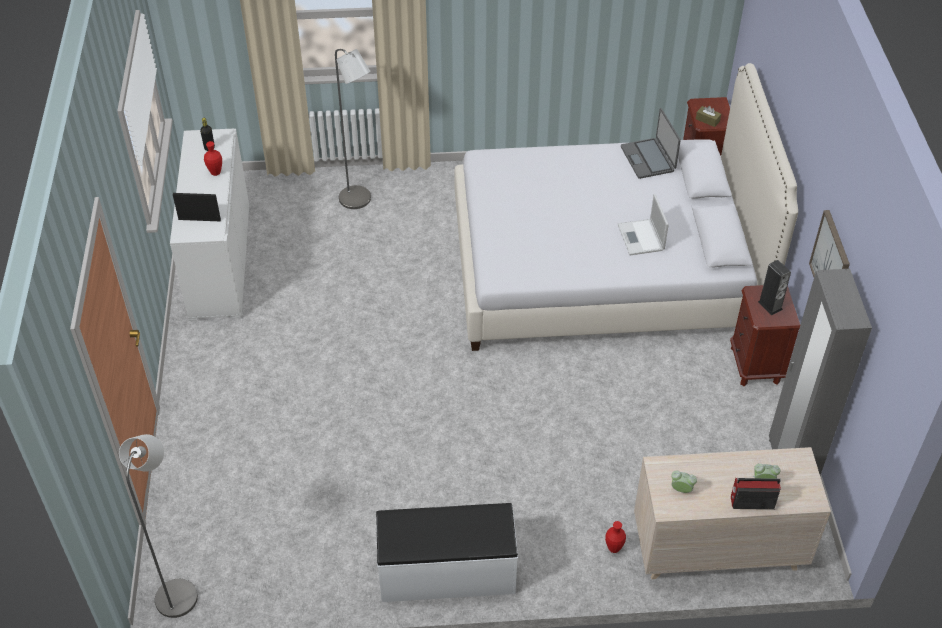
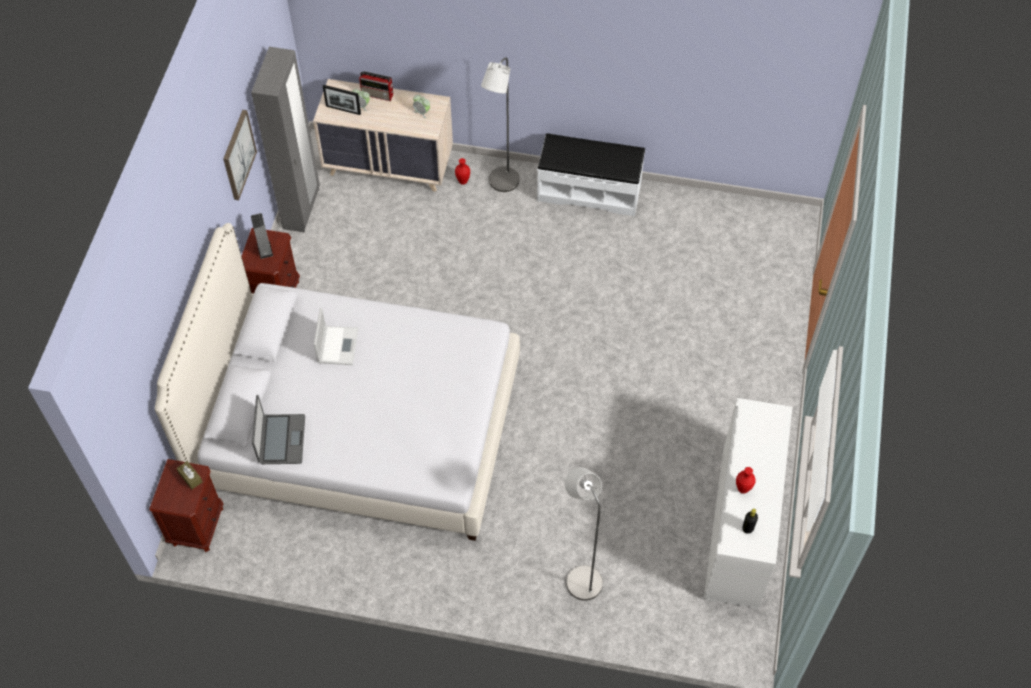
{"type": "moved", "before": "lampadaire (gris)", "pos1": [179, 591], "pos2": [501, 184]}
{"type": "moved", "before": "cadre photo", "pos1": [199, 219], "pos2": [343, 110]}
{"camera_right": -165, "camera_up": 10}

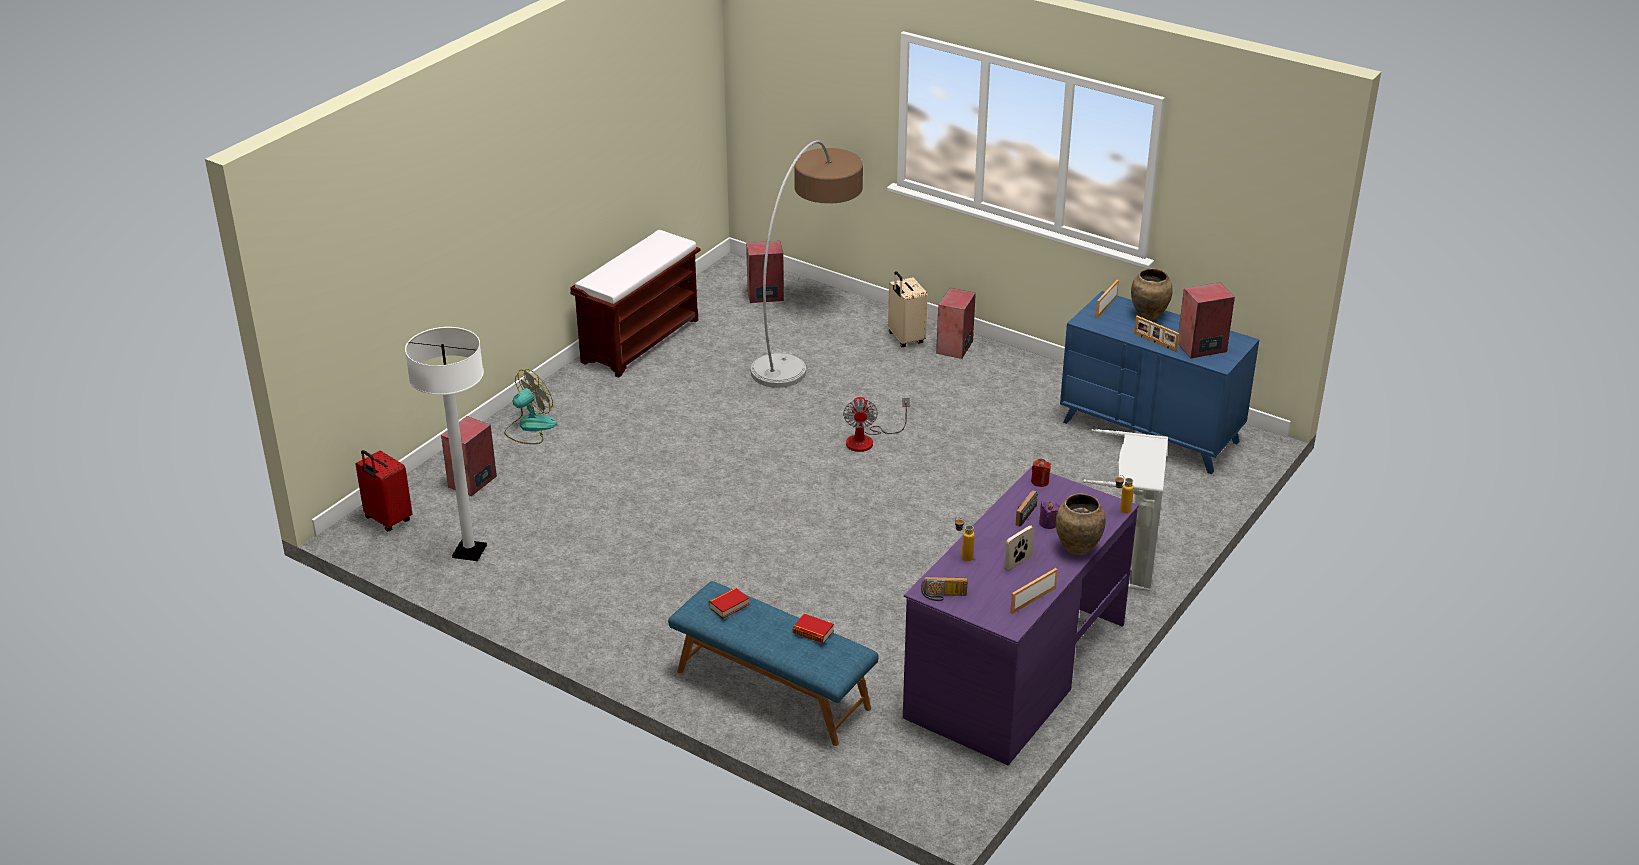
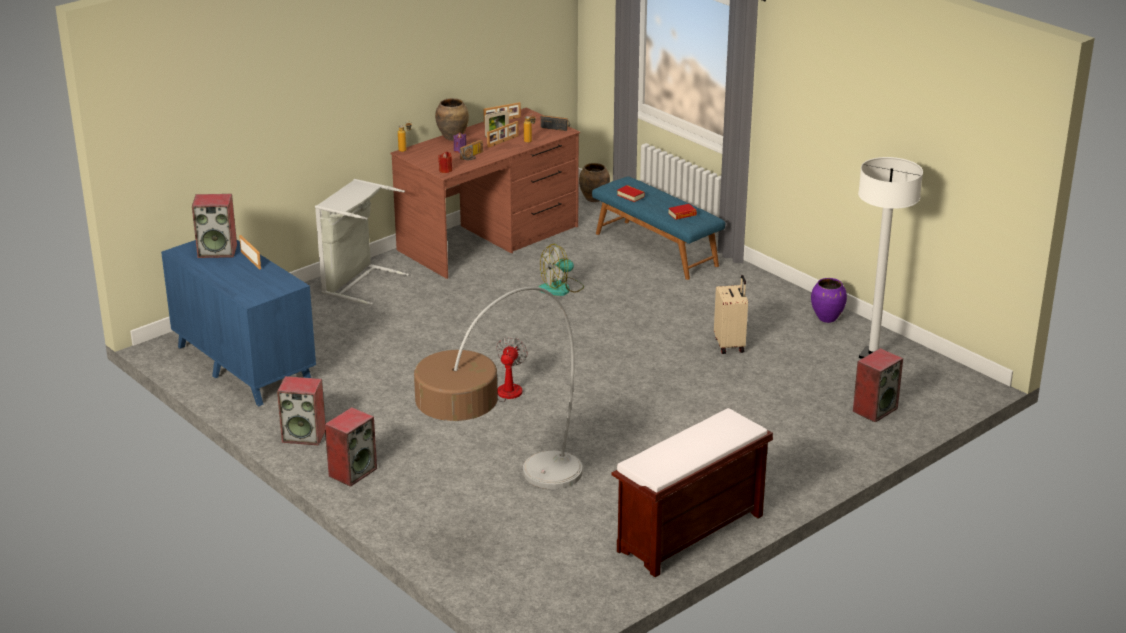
{"type": "removed", "before": "valise (rouge)", "pos1": [387, 520]}
{"type": "added", "after": "vase (violet)", "pos2": [827, 318]}
{"type": "moved", "before": "ventilateur", "pos1": [530, 427], "pos2": [561, 288]}
{"type": "moved", "before": "enceinte", "pos1": [765, 295], "pos2": [304, 435]}
{"type": "moved", "before": "valise (beige)", "pos1": [905, 339], "pos2": [730, 345]}
{"type": "moved", "before": "cadre photo", "pos1": [1105, 307], "pos2": [503, 141]}
{"type": "moved", "before": "vase (marron)", "pos1": [1149, 315], "pos2": [594, 199]}
{"type": "recoloured", "before": "bureau (violet)", "after": "bureau (marron)", "pos1": [1015, 670], "pos2": [489, 238]}
{"camera_right": -165, "camera_up": -5}

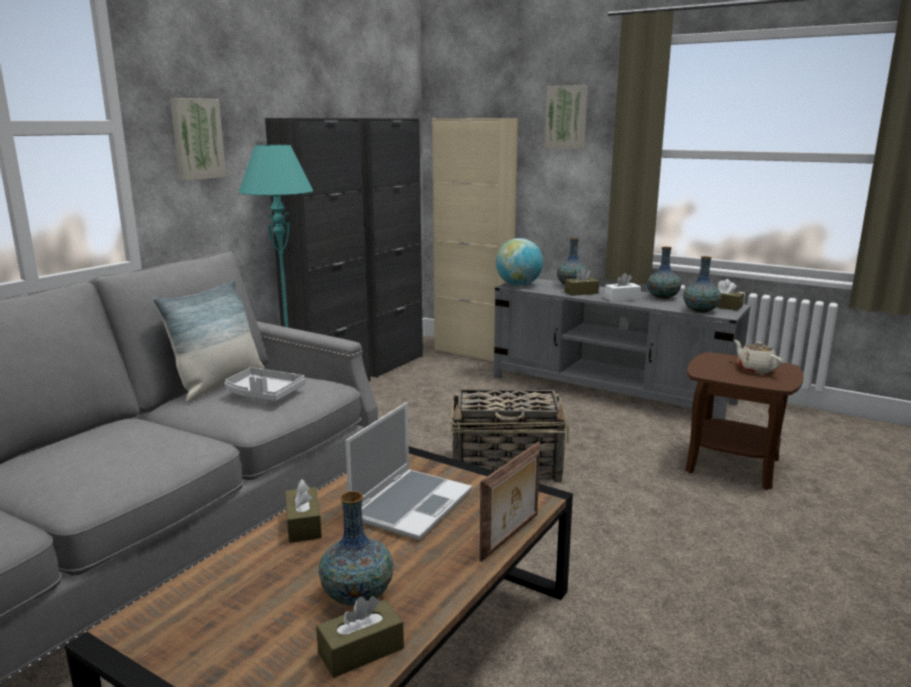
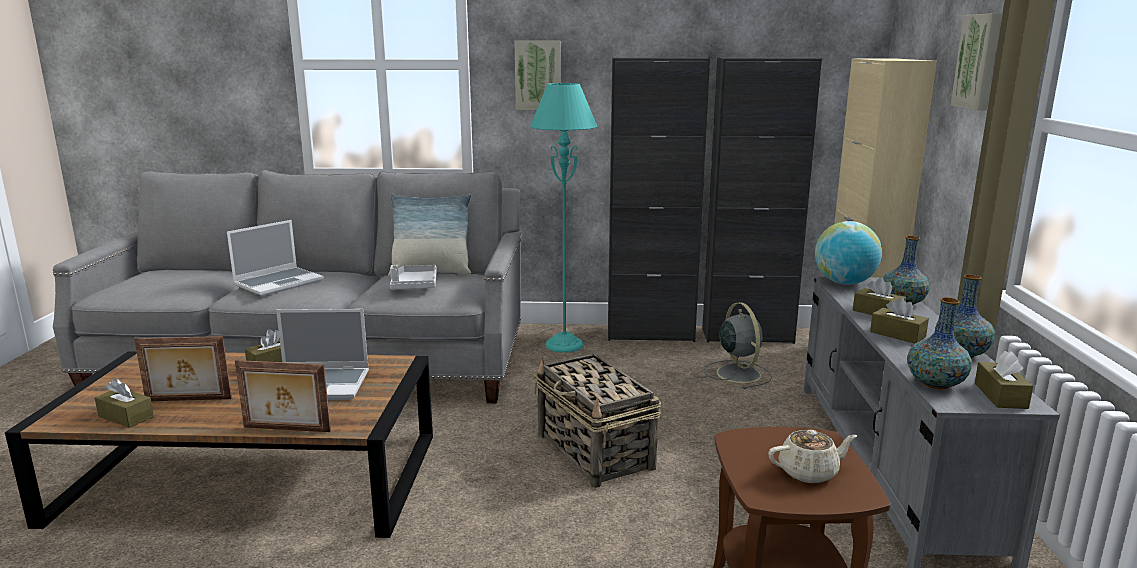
{"type": "added", "after": "ordinateur portable", "pos2": [279, 283]}
{"type": "added", "after": "ventilateur (gris)", "pos2": [737, 373]}
{"type": "replaced", "before": "vase", "after": "cadre photo", "pos1": [357, 595], "pos2": [188, 400]}
{"type": "recoloured", "before": "boîte à mouchoirs (blanc)", "after": "boîte à mouchoirs (marron)", "pos1": [622, 298], "pos2": [897, 334]}
{"type": "turned", "before": "théière (beige)", "pos1": [755, 369], "pos2": [809, 472], "turn": 45}
{"camera_right": 60, "camera_up": 0}

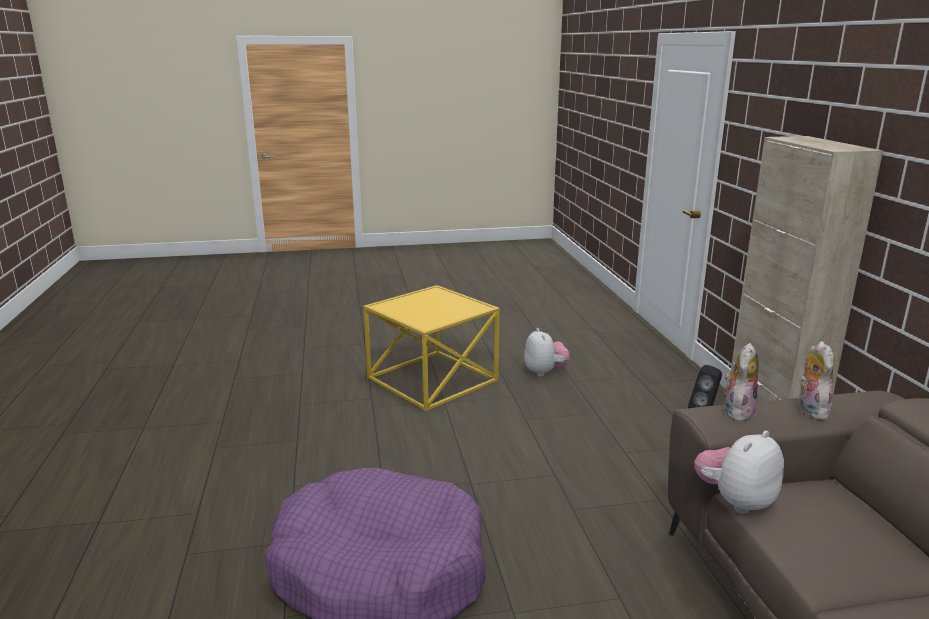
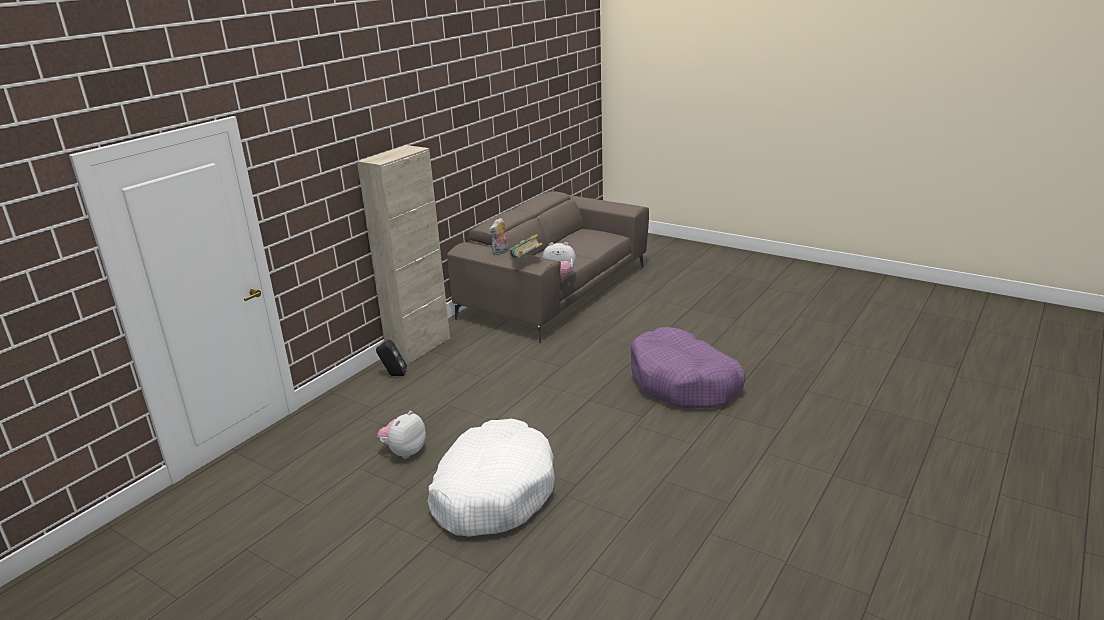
{"type": "replaced", "before": "table d'appoint (jaune)", "after": "panier pour chien (blanc)", "pos1": [431, 379], "pos2": [493, 492]}
{"type": "replaced", "before": "peluche", "after": "livre", "pos1": [737, 411], "pos2": [526, 260]}
{"camera_right": -135, "camera_up": 5}

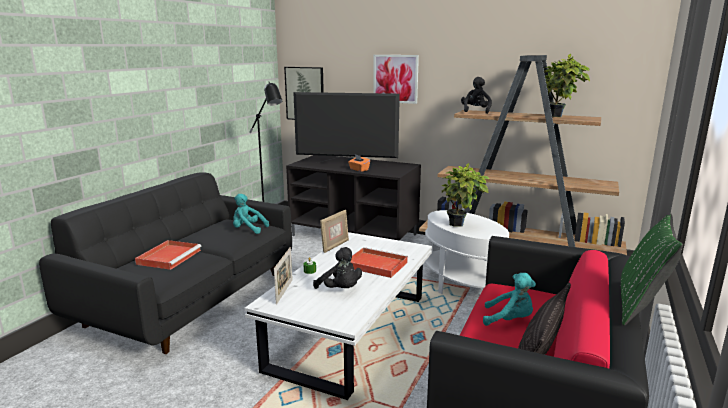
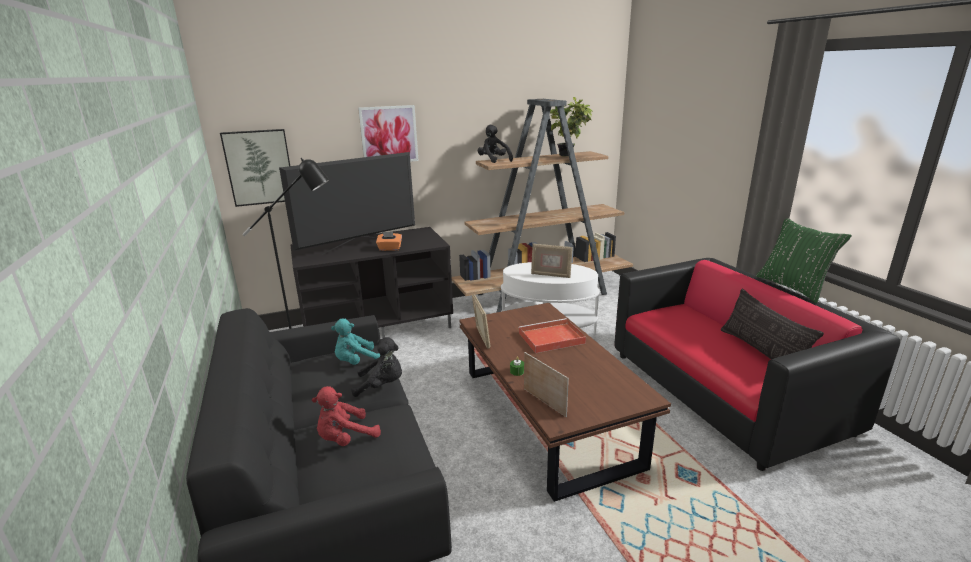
{"type": "removed", "before": "peluche (turquoise)", "pos1": [509, 320]}
{"type": "moved", "before": "peluche (noir)", "pos1": [340, 290], "pos2": [382, 385]}
{"type": "replaced", "before": "plateau (rouge)", "after": "peluche (rouge)", "pos1": [169, 256], "pos2": [345, 438]}
{"type": "replaced", "before": "plante en pot", "after": "cadre photo", "pos1": [460, 225], "pos2": [550, 275]}
{"type": "recoloured", "before": "table basse (blanc)", "after": "table basse (marron)", "pos1": [351, 331], "pos2": [547, 415]}
{"camera_right": -45, "camera_up": 5}

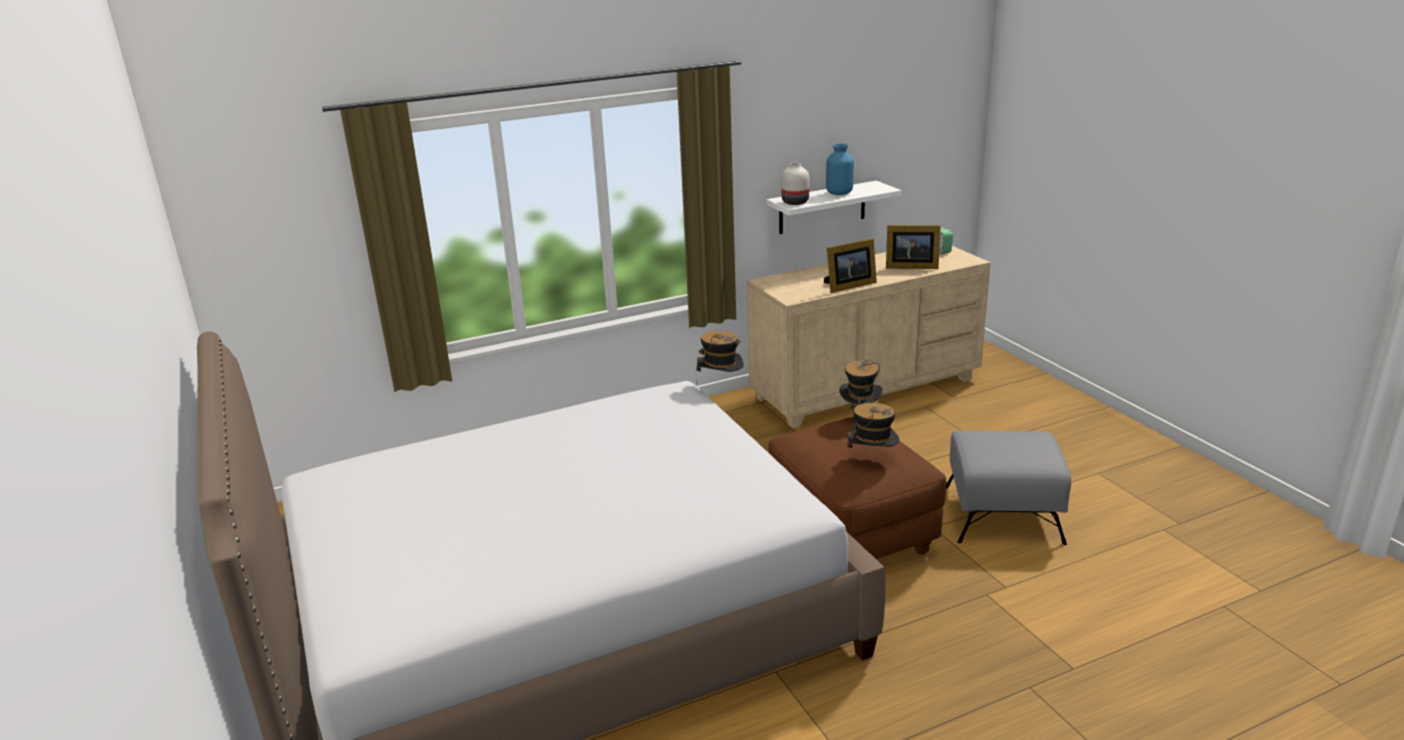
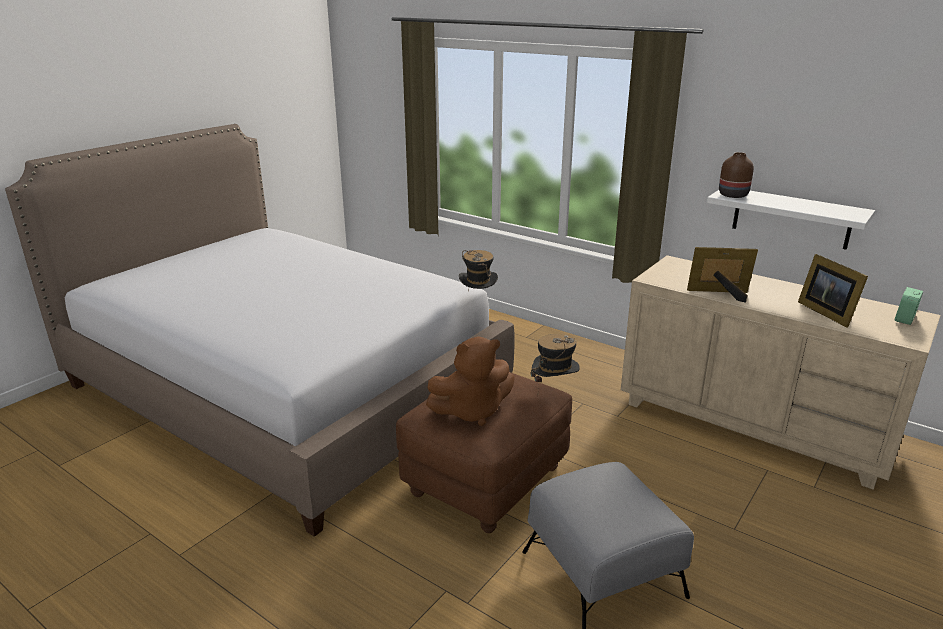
{"type": "removed", "before": "vase (bleu)", "pos1": [839, 193]}
{"type": "replaced", "before": "chapeau", "after": "peluche (marron)", "pos1": [872, 459], "pos2": [472, 411]}
{"type": "recoloured", "before": "vase (blanc)", "after": "vase (marron)", "pos1": [794, 202], "pos2": [732, 195]}
{"type": "turned", "before": "cadre photo", "pos1": [848, 285], "pos2": [720, 294], "turn": 150}
{"camera_right": 60, "camera_up": 0}

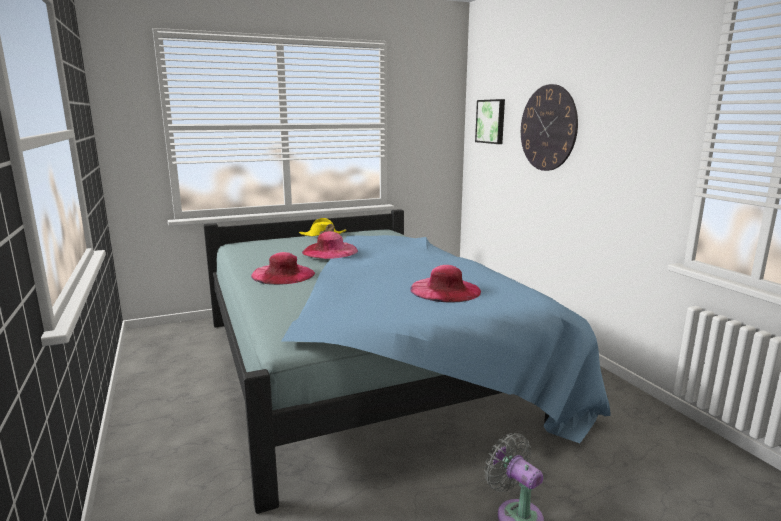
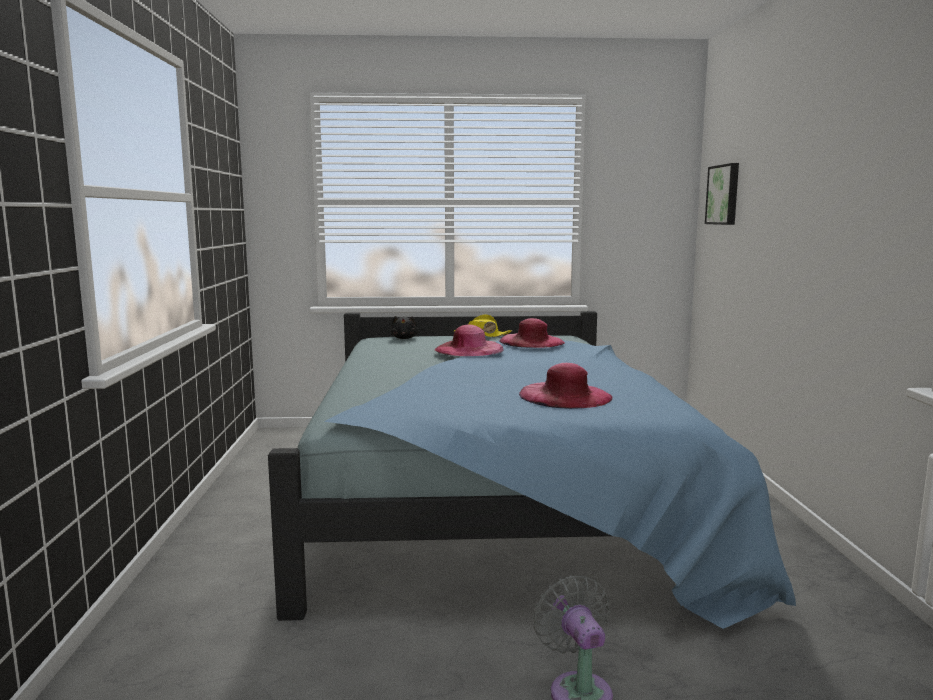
{"type": "removed", "before": "horloge murale", "pos1": [548, 128]}
{"type": "added", "after": "peluche (noir)", "pos2": [404, 338]}
{"type": "moved", "before": "chapeau (rose)", "pos1": [283, 274], "pos2": [531, 341]}
{"camera_right": 20, "camera_up": -5}

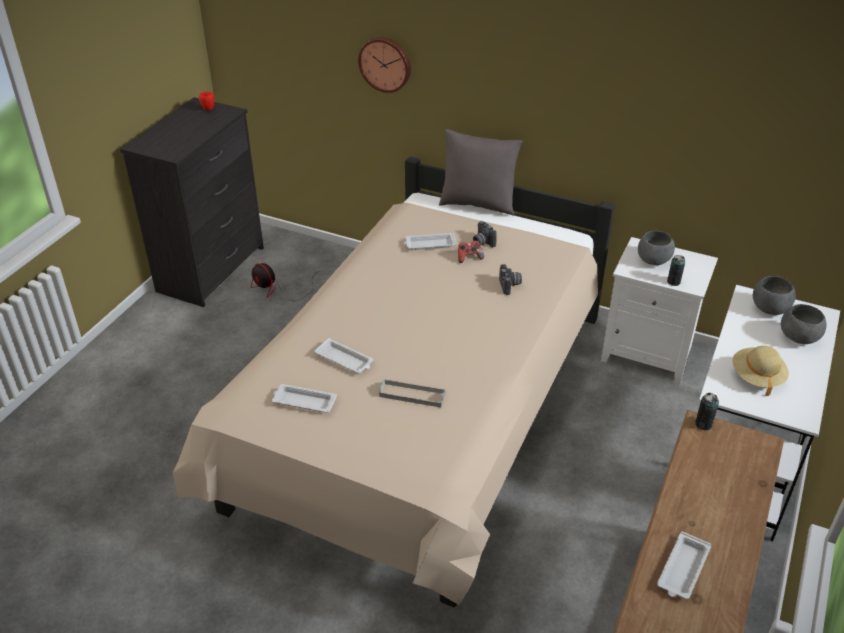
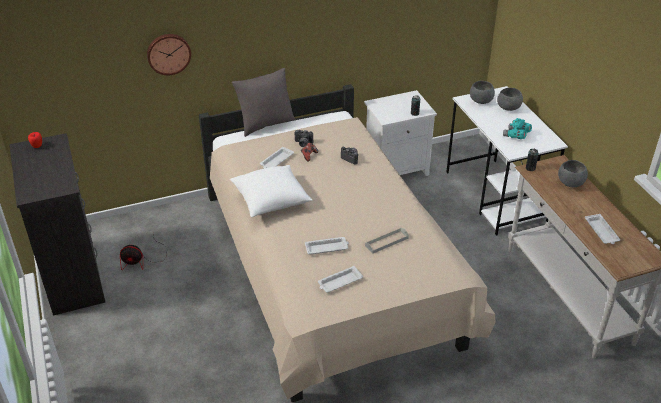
{"type": "added", "after": "coussin (blanc)", "pos2": [271, 201]}
{"type": "moved", "before": "bol (gris)", "pos1": [654, 260], "pos2": [570, 183]}
{"type": "replaced", "before": "chapeau (beige)", "after": "jumelles (turquoise)", "pos1": [756, 377], "pos2": [516, 135]}
{"camera_right": -45, "camera_up": 0}

